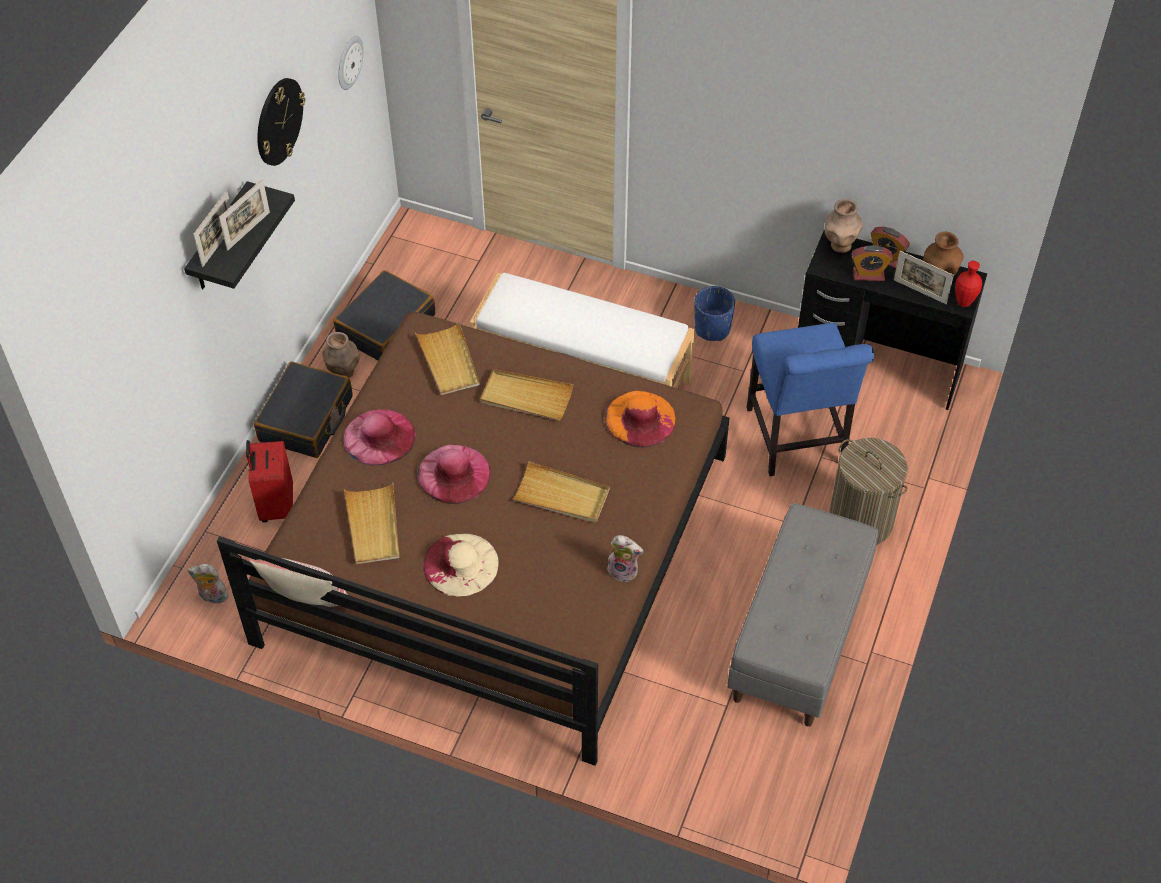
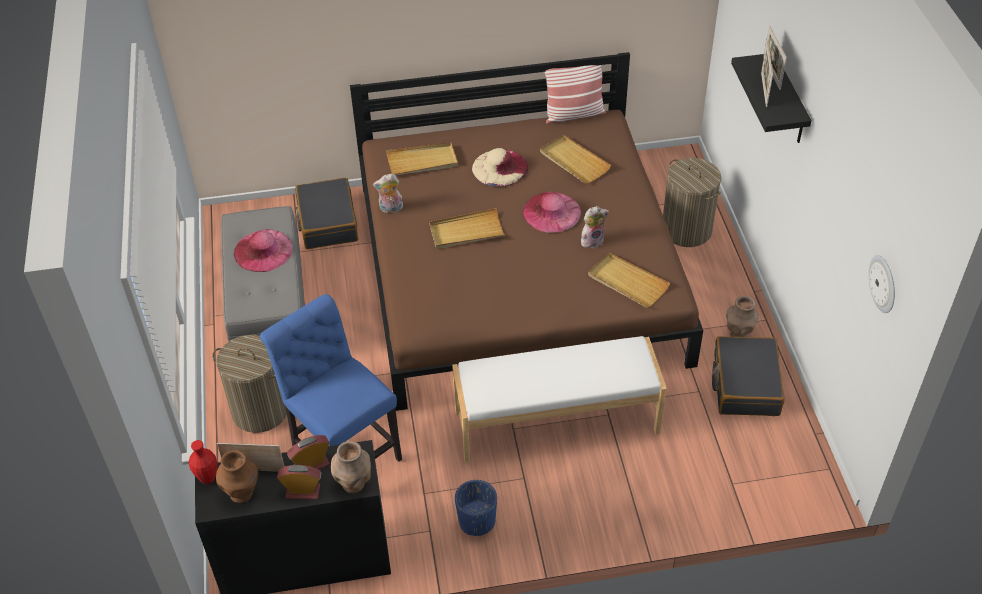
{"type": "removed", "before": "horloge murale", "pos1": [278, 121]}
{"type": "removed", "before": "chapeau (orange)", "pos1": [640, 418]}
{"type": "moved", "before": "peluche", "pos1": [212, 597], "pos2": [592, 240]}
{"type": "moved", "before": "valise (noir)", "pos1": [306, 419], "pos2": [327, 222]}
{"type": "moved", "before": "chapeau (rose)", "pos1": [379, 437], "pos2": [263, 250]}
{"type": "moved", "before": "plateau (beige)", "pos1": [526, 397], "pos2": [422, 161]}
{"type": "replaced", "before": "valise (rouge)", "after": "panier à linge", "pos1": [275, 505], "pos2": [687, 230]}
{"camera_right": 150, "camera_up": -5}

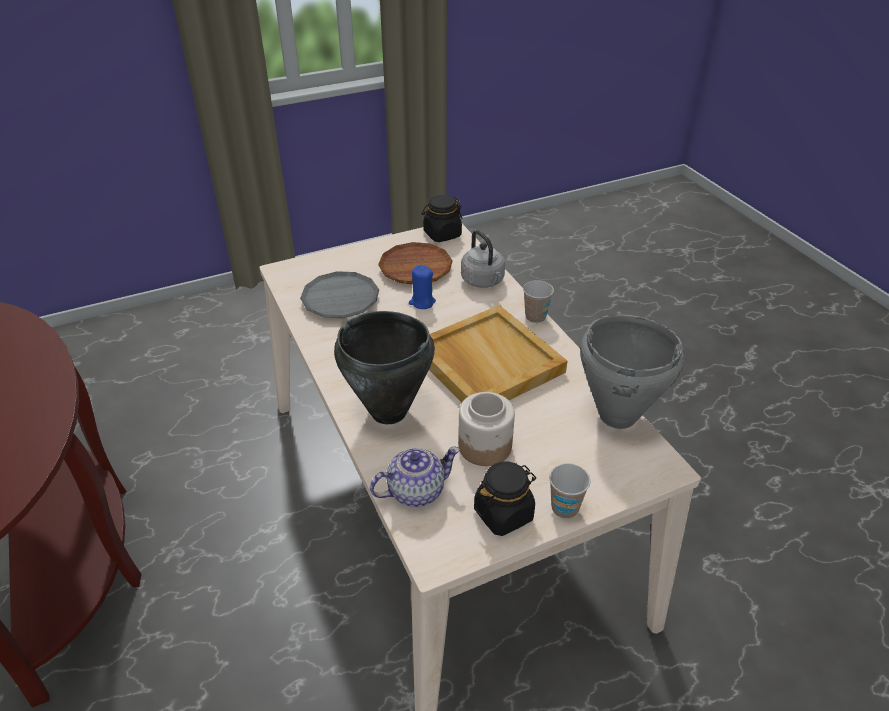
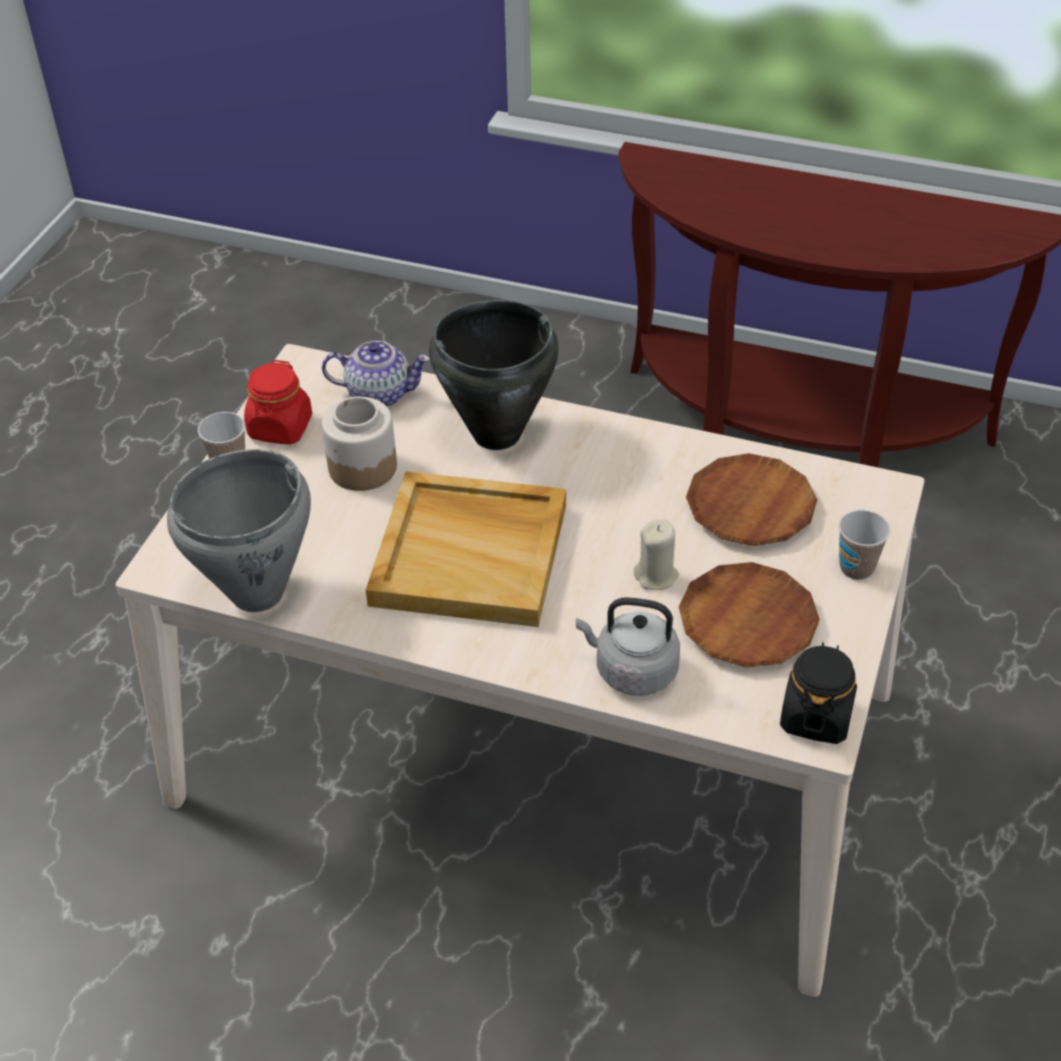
{"type": "moved", "before": "tasse", "pos1": [535, 317], "pos2": [856, 568]}
{"type": "recoloured", "before": "assiette (gris)", "after": "assiette (marron)", "pos1": [340, 300], "pos2": [750, 507]}
{"type": "recoloured", "before": "bougie (bleu)", "after": "bougie (beige)", "pos1": [422, 302], "pos2": [656, 576]}
{"type": "recoloured", "before": "bocal (noir)", "after": "bocal (rouge)", "pos1": [503, 514], "pos2": [280, 428]}
{"type": "turned", "before": "théière", "pos1": [415, 491], "pos2": [378, 393], "turn": -105}
{"camera_right": 135, "camera_up": 5}

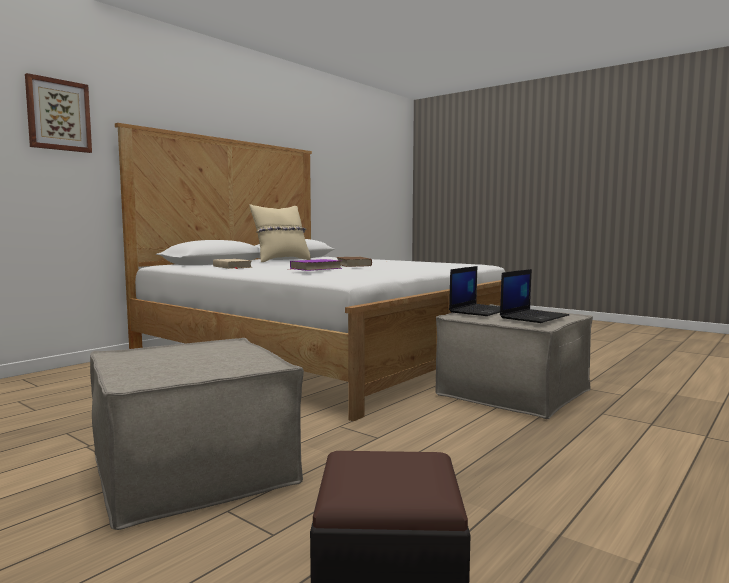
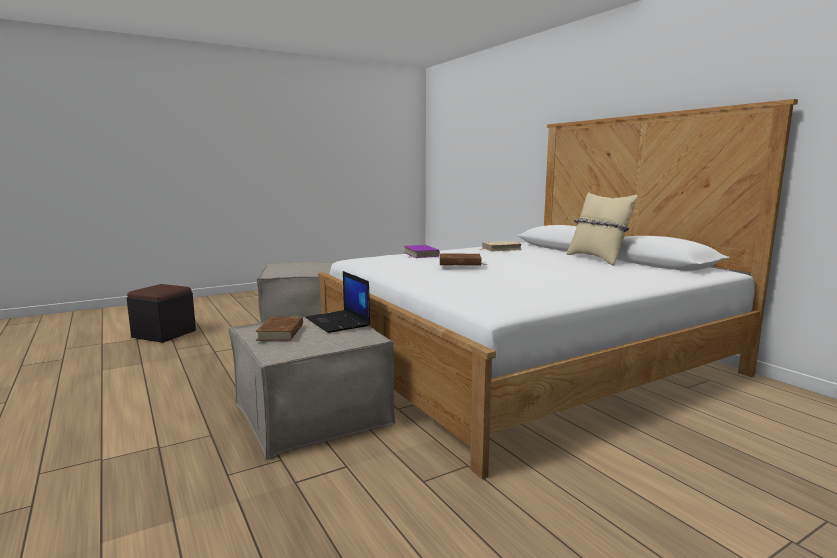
{"type": "removed", "before": "tableau", "pos1": [58, 115]}
{"type": "replaced", "before": "ordinateur portable", "after": "livre (marron)", "pos1": [534, 316], "pos2": [281, 332]}
{"camera_right": 110, "camera_up": 5}

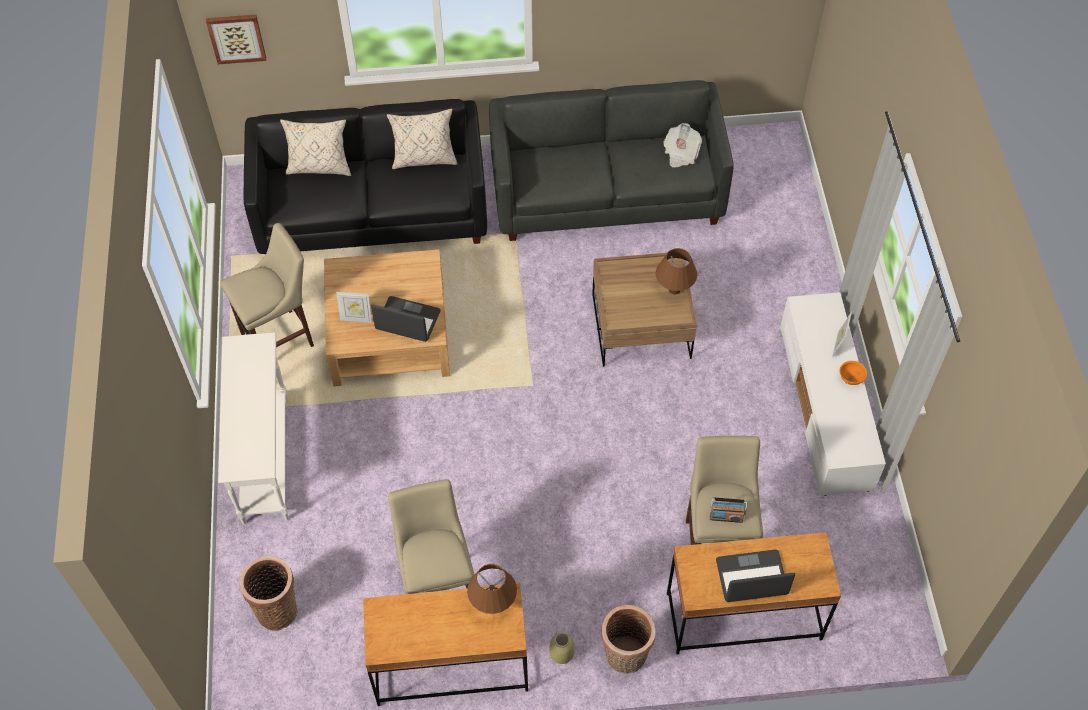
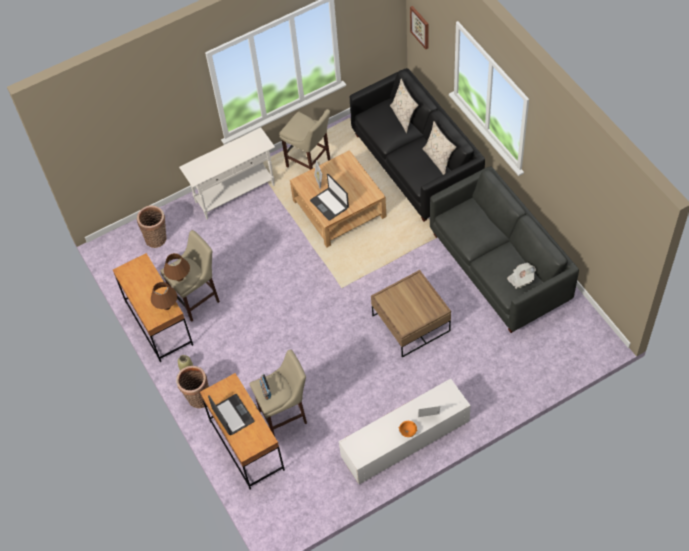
{"type": "moved", "before": "lampe de table (marron)", "pos1": [674, 289], "pos2": [179, 278]}
{"type": "turned", "before": "ordinateur portable", "pos1": [407, 321], "pos2": [329, 204], "turn": 150}
{"camera_right": 70, "camera_up": 0}

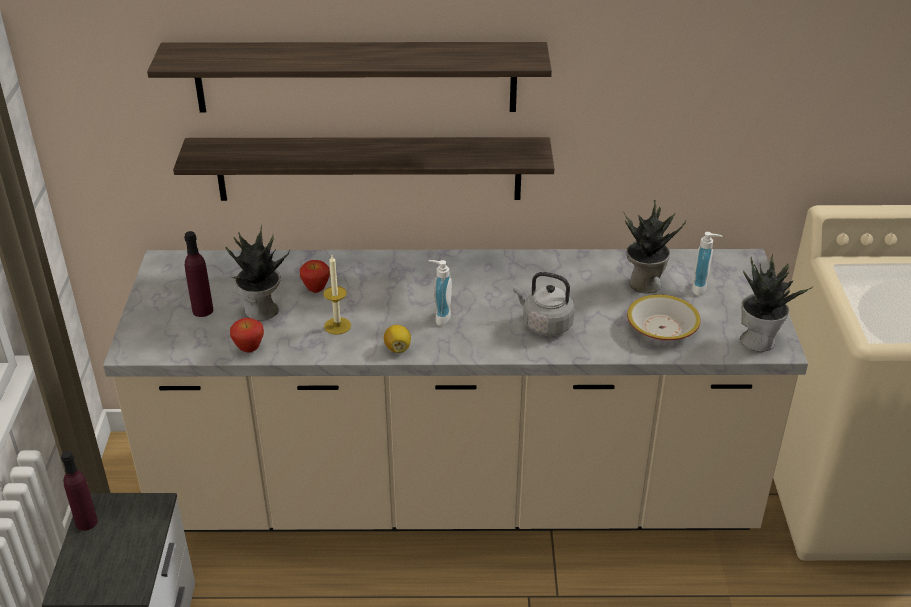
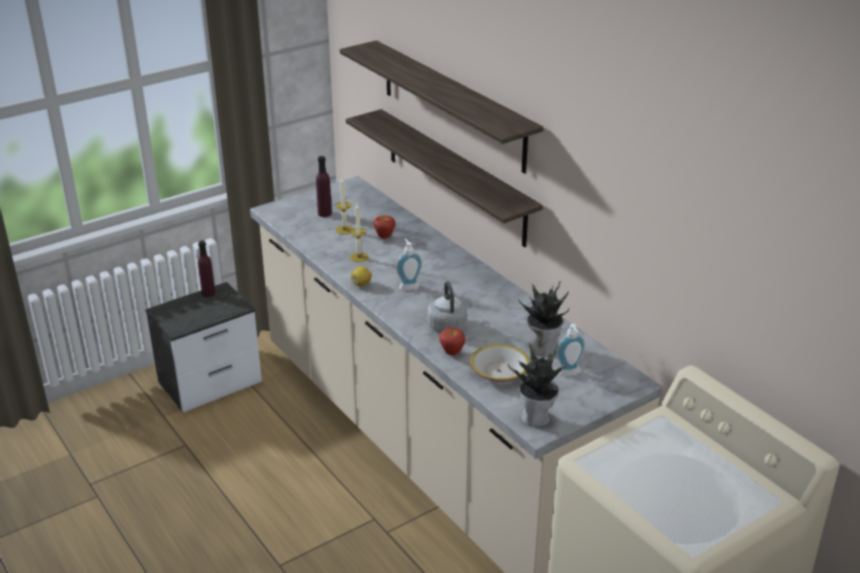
{"type": "moved", "before": "pomme", "pos1": [249, 349], "pos2": [452, 353]}
{"type": "replaced", "before": "plante en pot", "after": "bougie", "pos1": [262, 311], "pos2": [344, 230]}
{"camera_right": 55, "camera_up": -5}

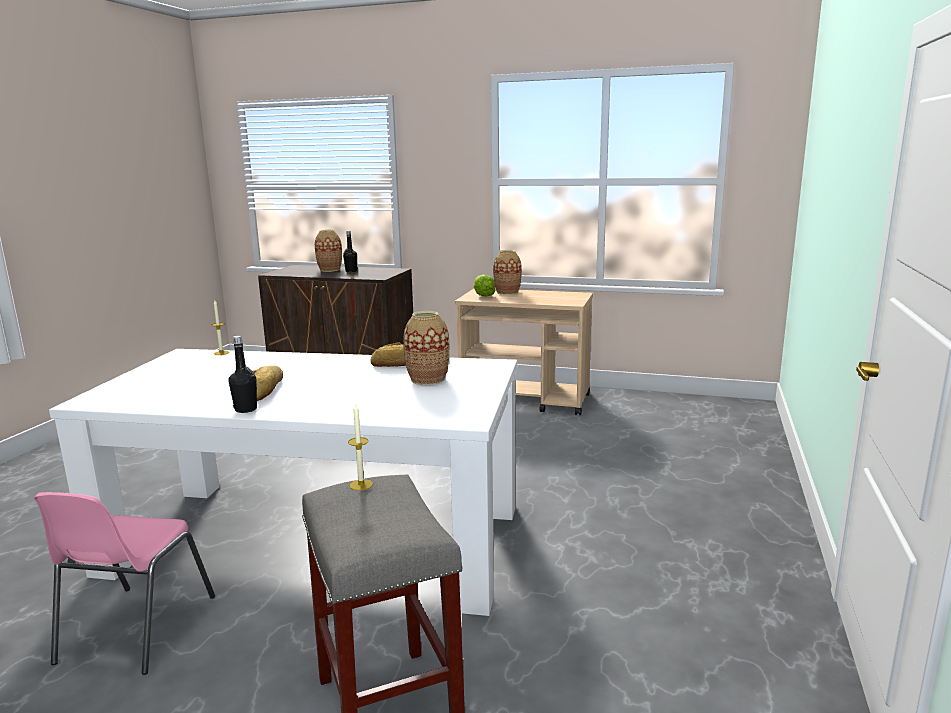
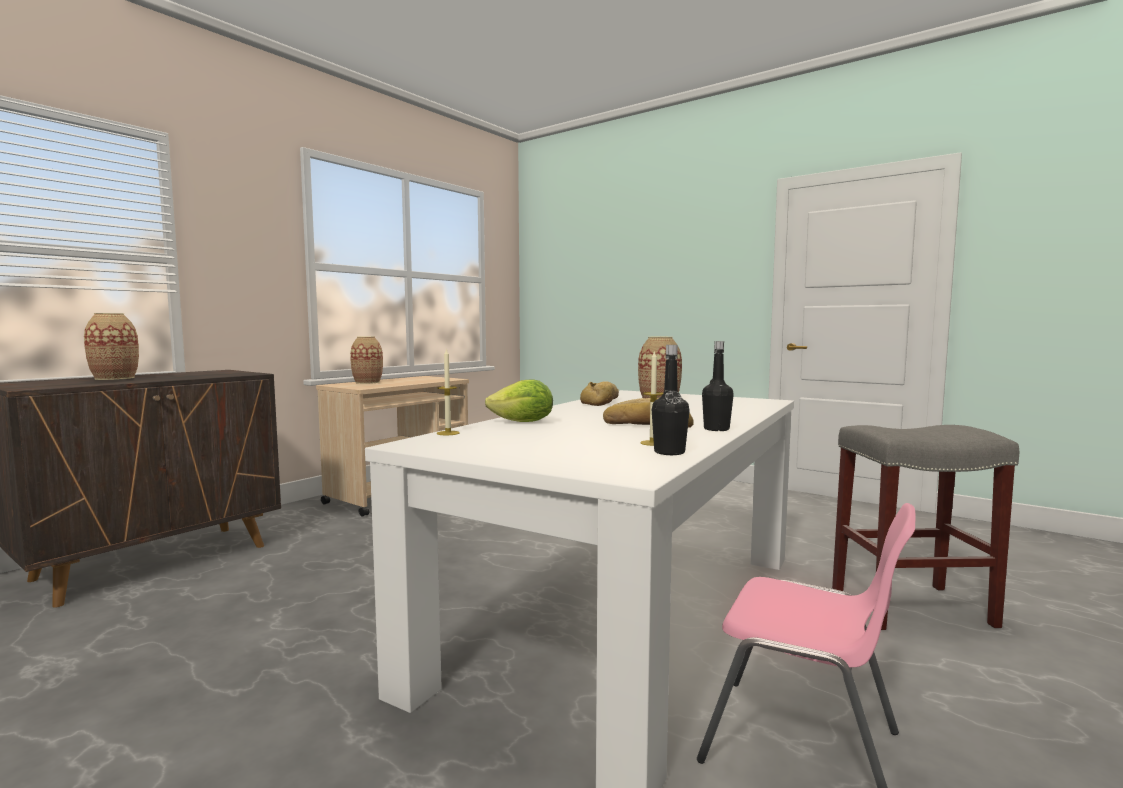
{"type": "moved", "before": "bouteille (noir)", "pos1": [351, 271], "pos2": [669, 452]}
{"type": "moved", "before": "bougie", "pos1": [361, 485], "pos2": [652, 443]}
{"type": "moved", "before": "laitue", "pos1": [483, 296], "pos2": [523, 422]}
{"camera_right": -70, "camera_up": -10}

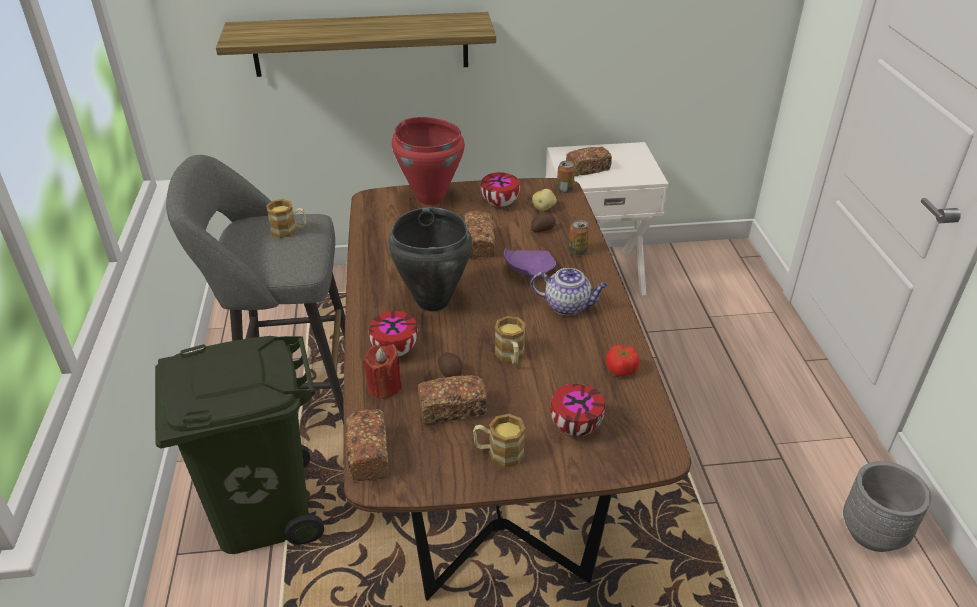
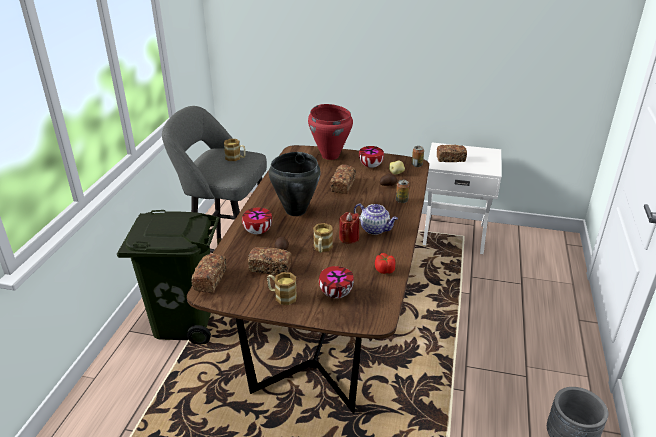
{"type": "removed", "before": "étagère", "pos1": [361, 44]}
{"type": "removed", "before": "assiette (violet)", "pos1": [528, 270]}
{"type": "moved", "before": "bougie (rouge)", "pos1": [384, 387], "pos2": [349, 238]}
{"camera_right": 20, "camera_up": -5}

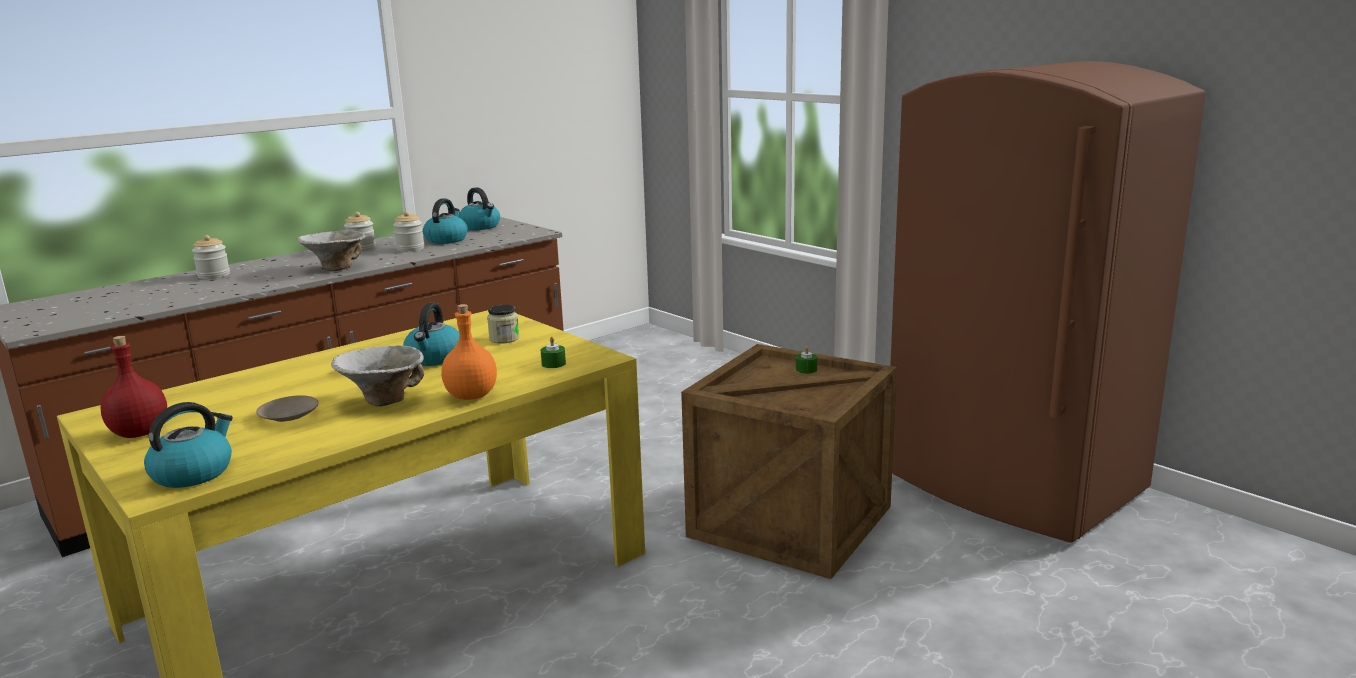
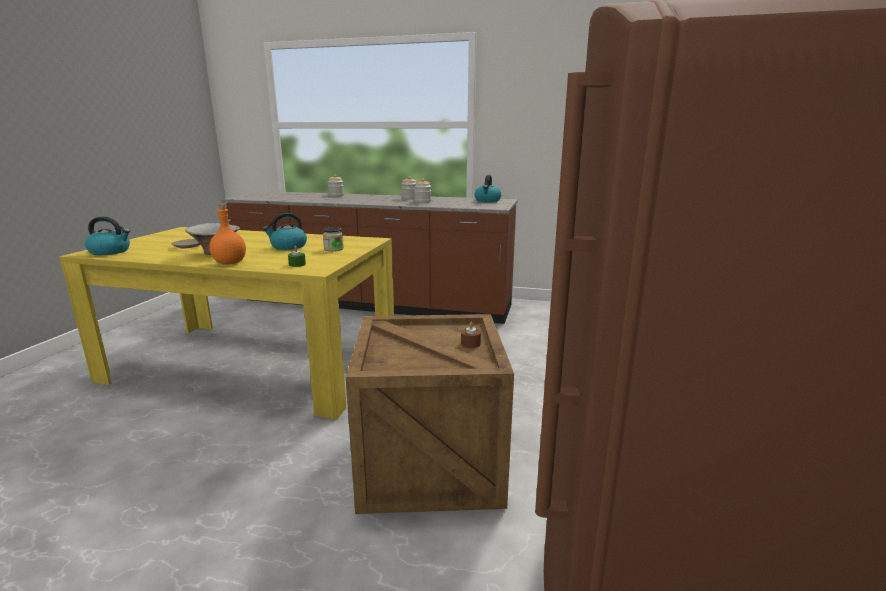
{"type": "removed", "before": "bouteille (rouge)", "pos1": [141, 433]}
{"type": "removed", "before": "bol", "pos1": [336, 268]}
{"type": "removed", "before": "bouilloire", "pos1": [446, 239]}
{"type": "recoloured", "before": "bougie (vert)", "after": "bougie (marron)", "pos1": [806, 369], "pos2": [470, 343]}
{"camera_right": 55, "camera_up": 0}

